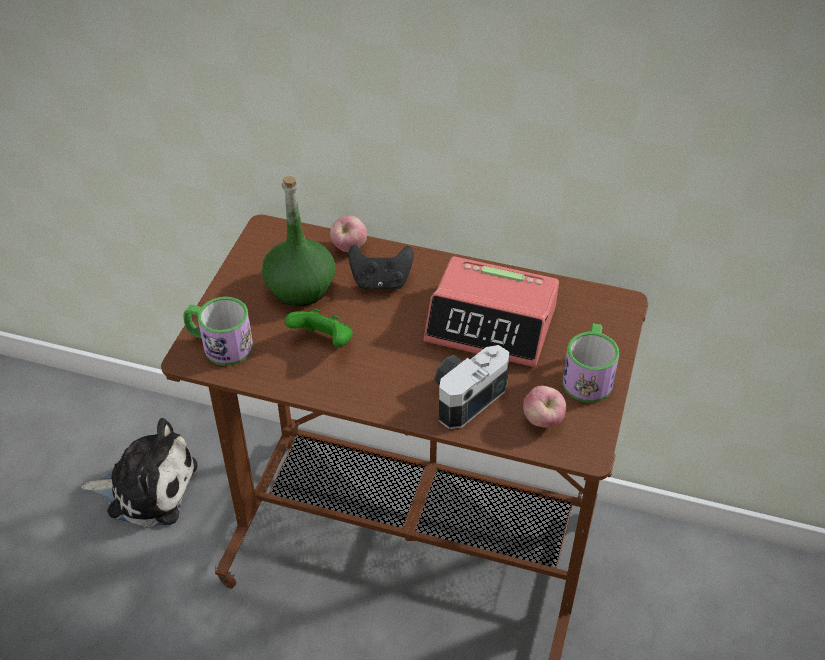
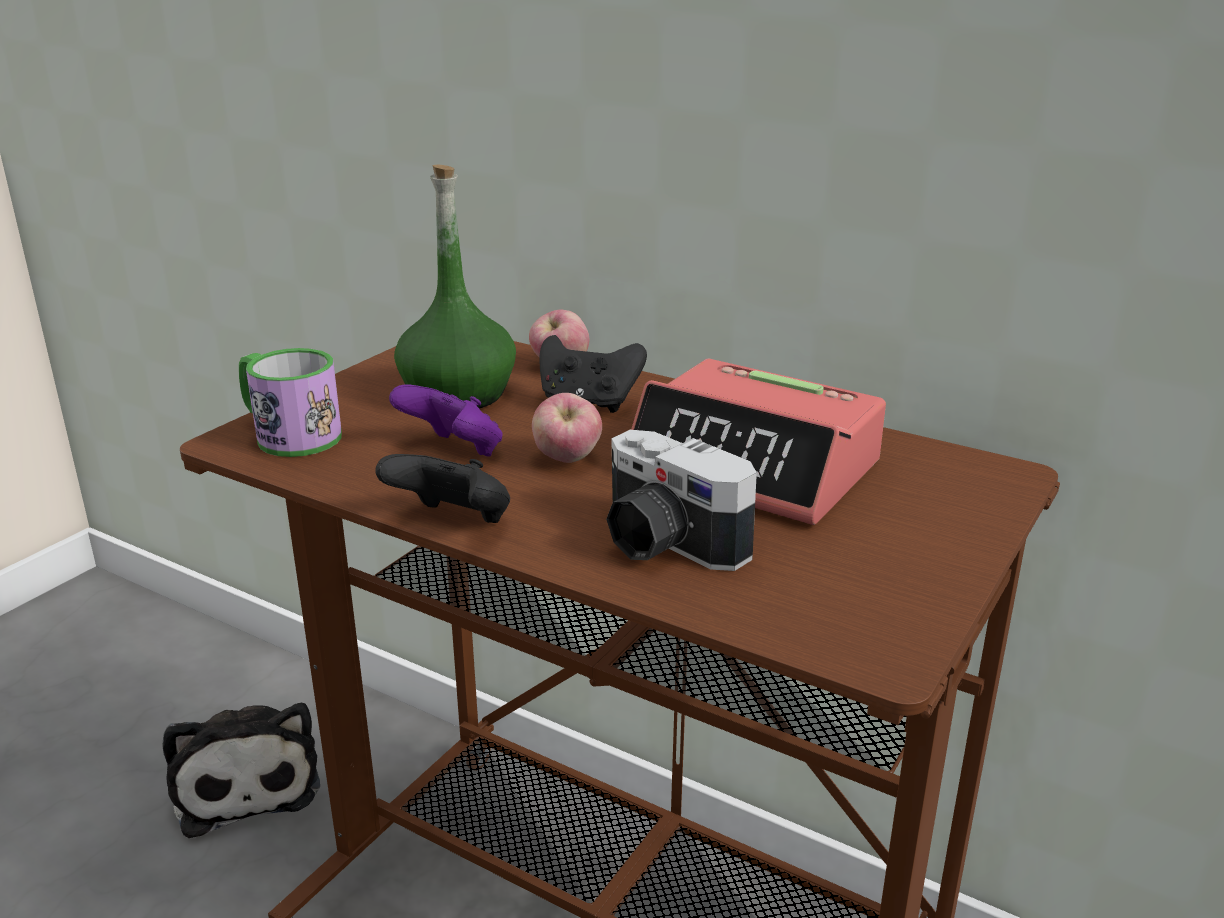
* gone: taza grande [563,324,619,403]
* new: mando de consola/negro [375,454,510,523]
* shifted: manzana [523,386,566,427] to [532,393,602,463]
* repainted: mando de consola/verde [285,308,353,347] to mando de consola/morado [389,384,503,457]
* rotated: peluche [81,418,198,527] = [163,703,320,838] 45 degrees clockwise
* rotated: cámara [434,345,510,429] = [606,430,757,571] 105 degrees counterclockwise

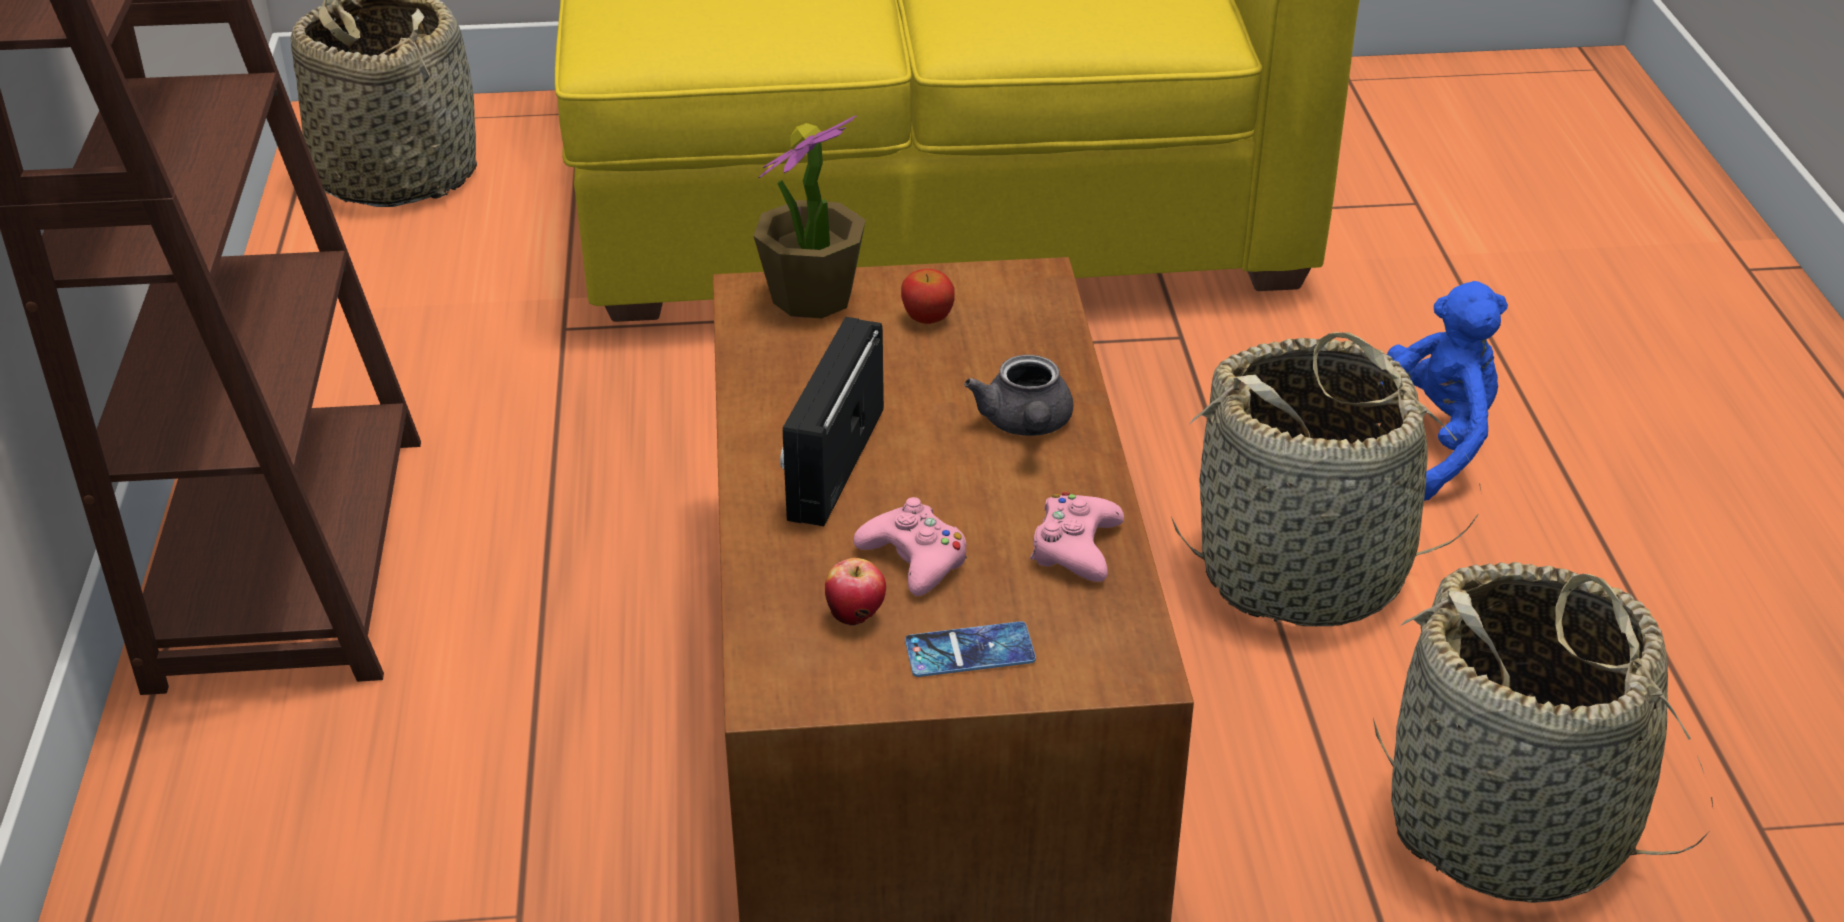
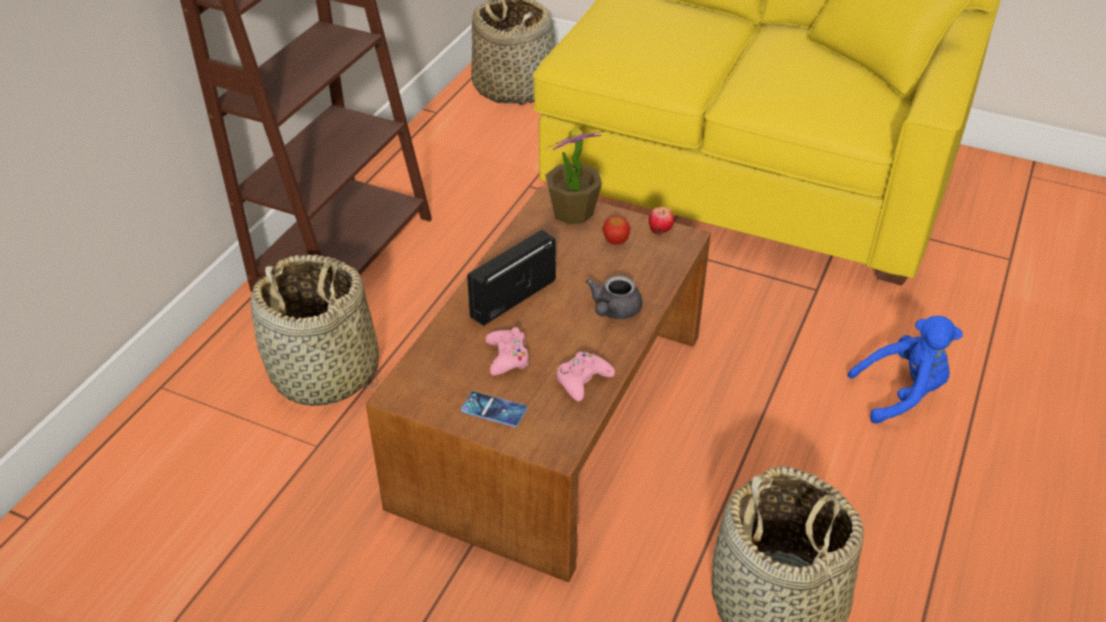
* shifted: manzana [825,558,886,626] to [649,207,674,235]
* shifted: cesta [1171,332,1481,627] to [251,255,379,406]

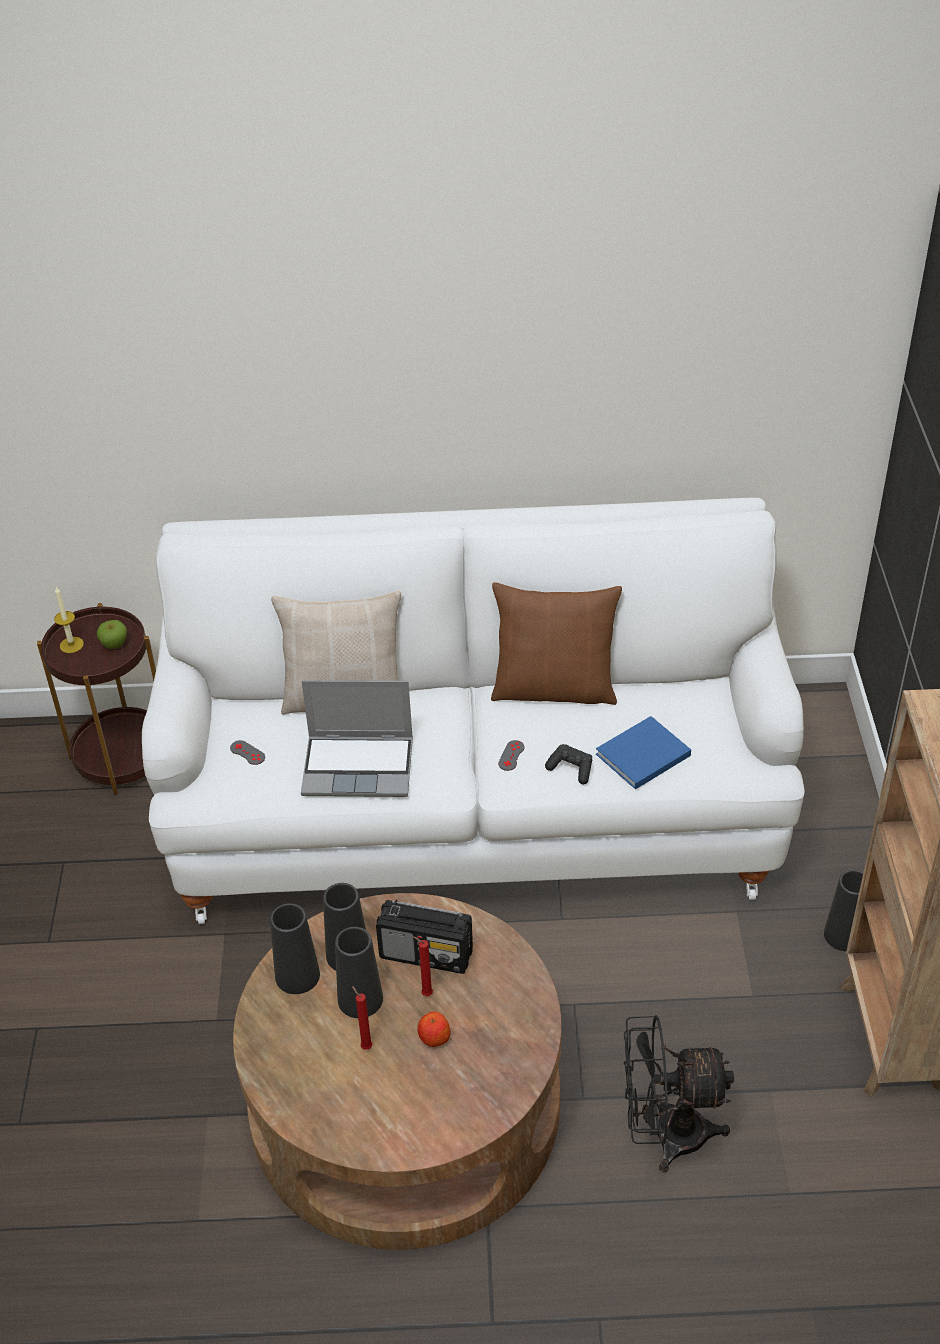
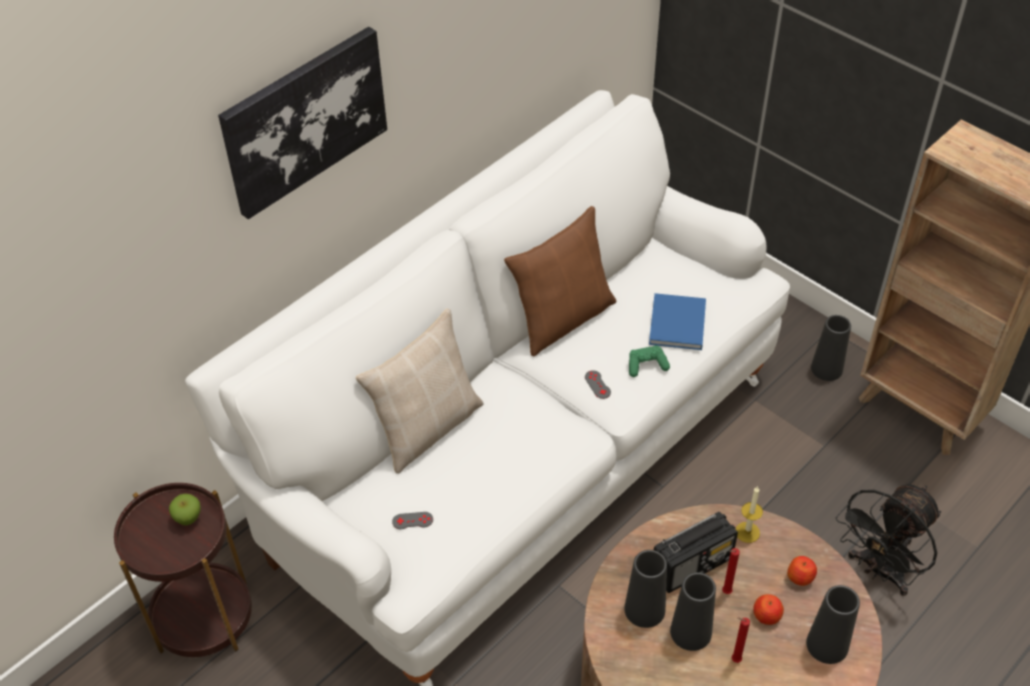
* gone: portátil [301,680,413,797]
* new: cuadro [218,27,387,219]
* new: manzana [787,556,817,586]
* shifted: vela [54,587,84,653] to [736,486,763,543]
* shifted: florero/negro [270,903,320,994] to [806,585,860,664]
* repainted: mando de consola/negro [545,744,592,784] to mando de consola/verde [629,345,670,377]

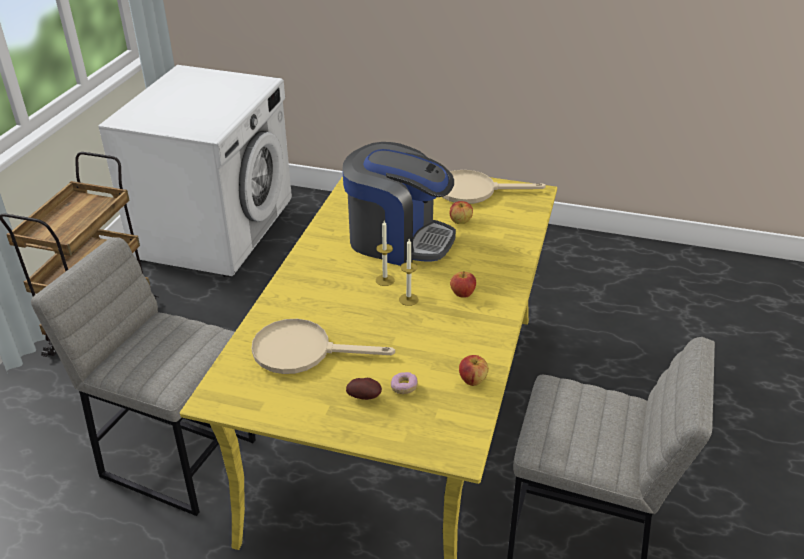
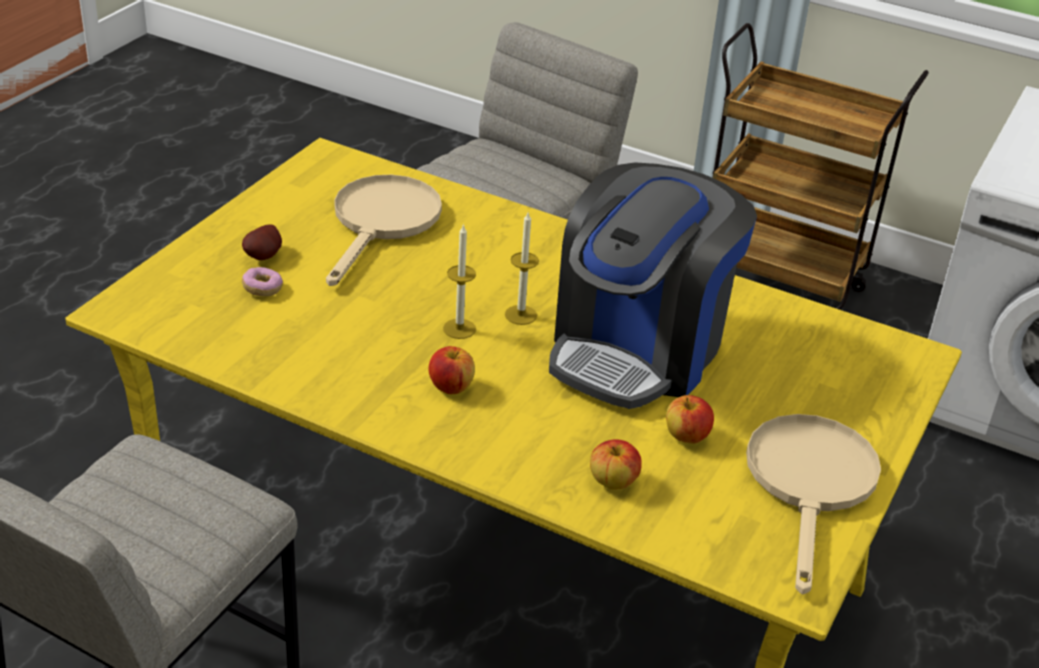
* shifted: manzana [459,355,489,386] to [590,439,642,490]

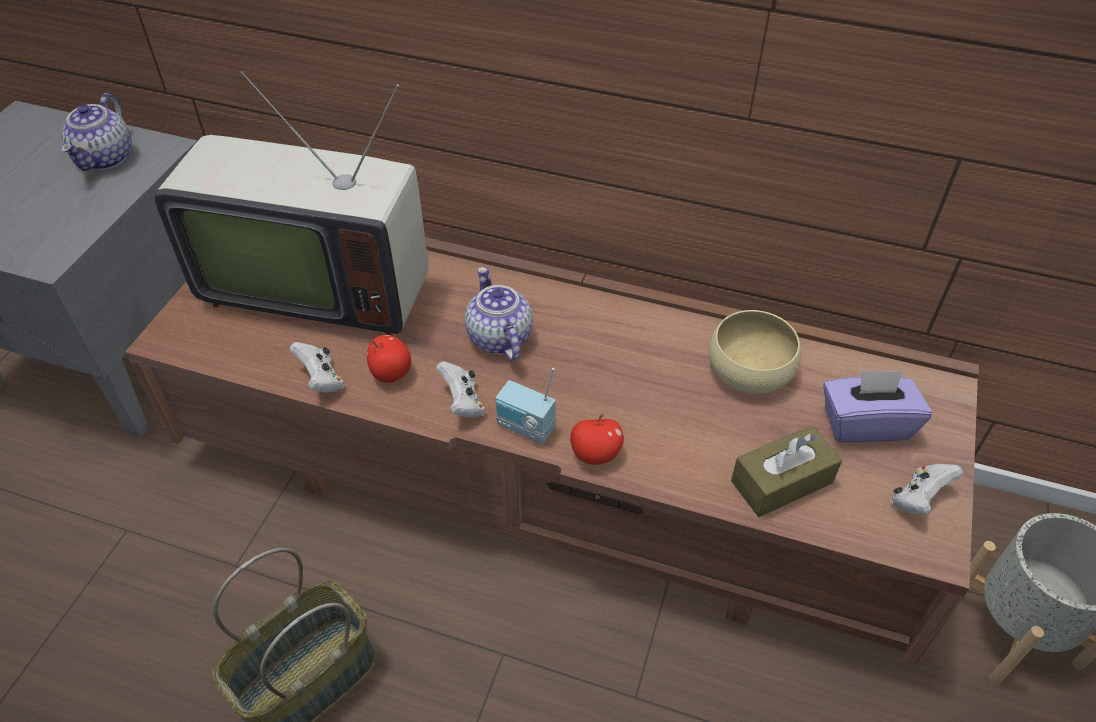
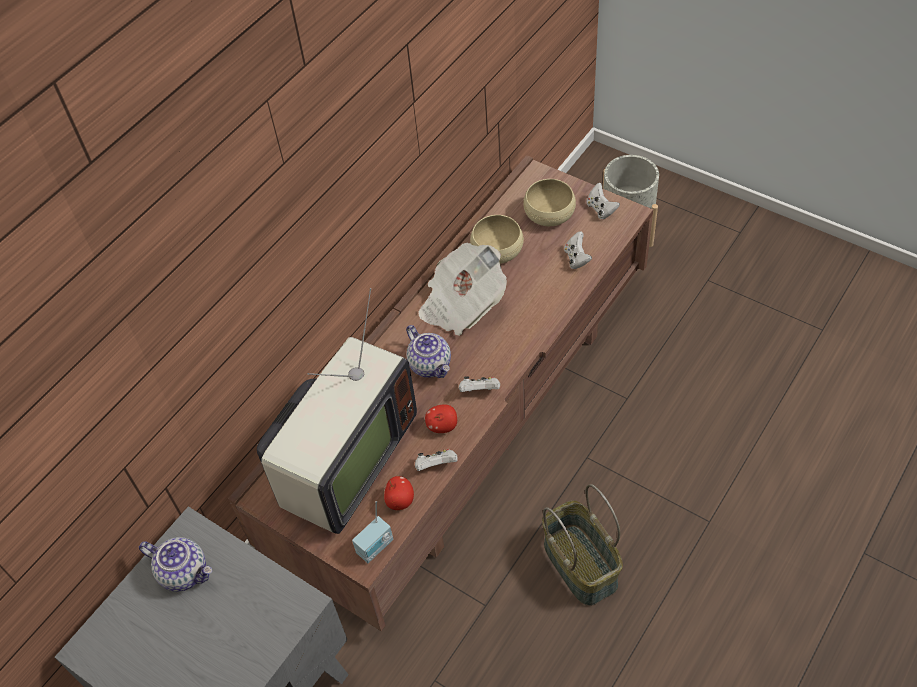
* new: periódico [418,243,507,336]
* shifted: radio [495,368,556,444] to [352,501,393,563]
* shifted: manzana [570,414,624,465] to [384,476,414,510]
* swapped: caja de pañuelos/marrón [731,425,842,517] to mando de consola/blanco [564,231,592,269]
* swapped: caja de pañuelos/morado [823,370,932,443] to cuenco/beis [523,179,576,226]
* rotated: tetera [465,267,533,361] = [406,325,451,378] 120 degrees counterclockwise

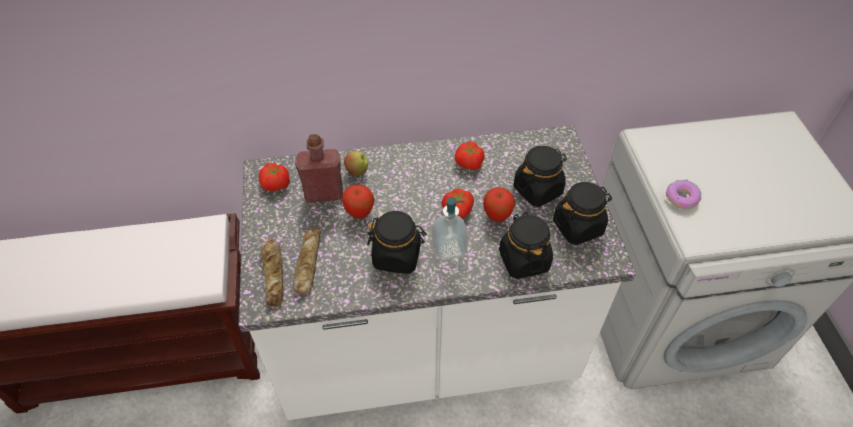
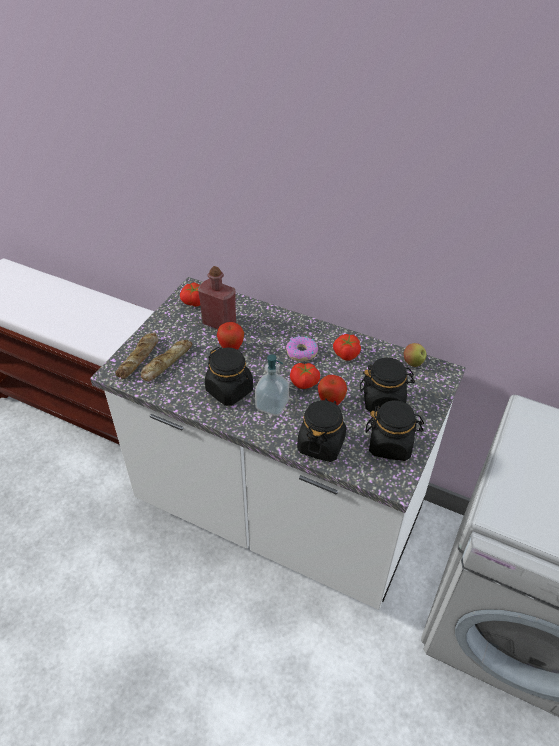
* shifted: manzana [344,151,368,176] to [404,343,427,367]
* shifted: rosquilla [666,179,701,209] to [286,336,318,361]

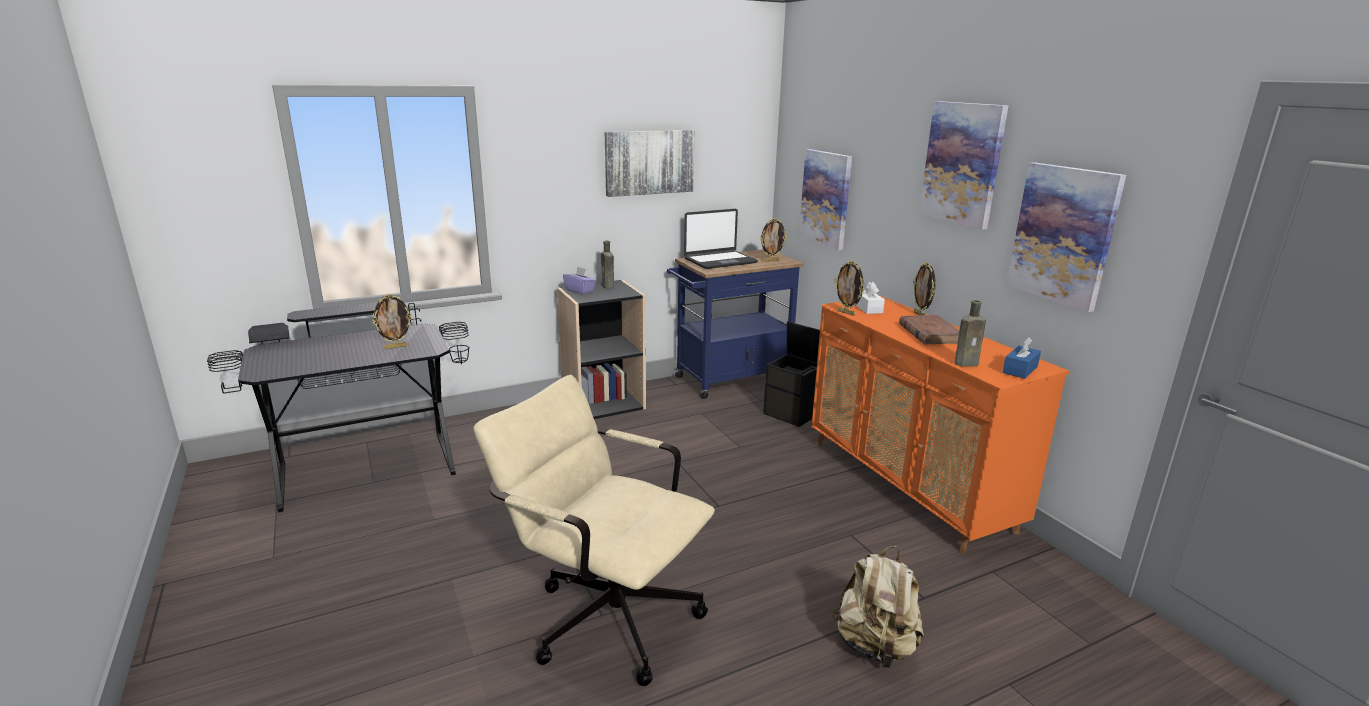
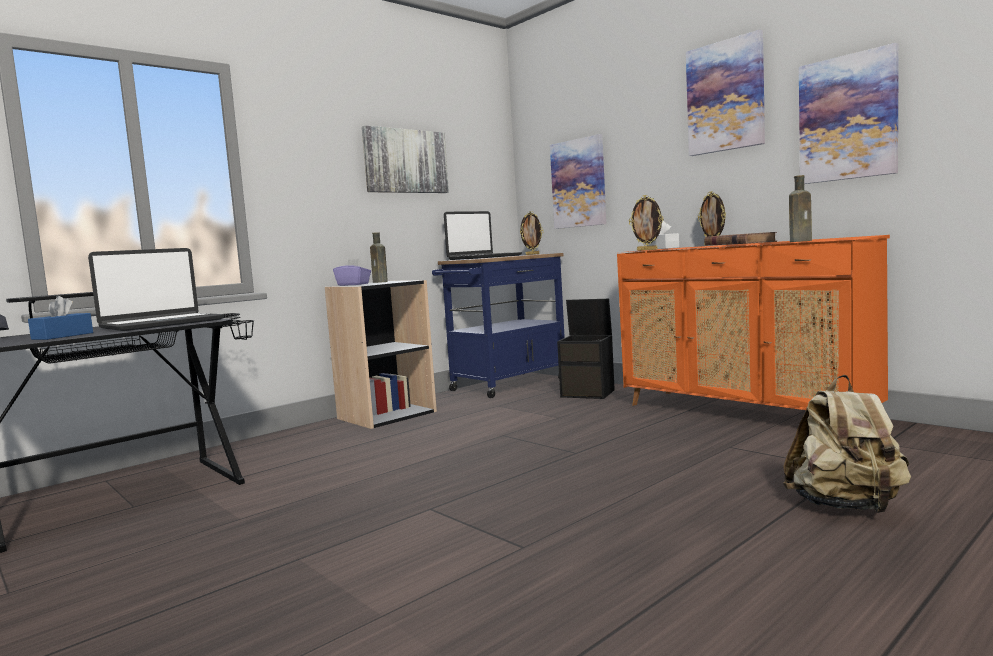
* gone: silla de oficina/beis [473,375,715,686]
* shifted: caja de pañuelos/azul [1002,338,1041,379] to [28,296,93,340]
* swapped: portarretratos [372,294,412,349] to portátil [88,248,224,331]

